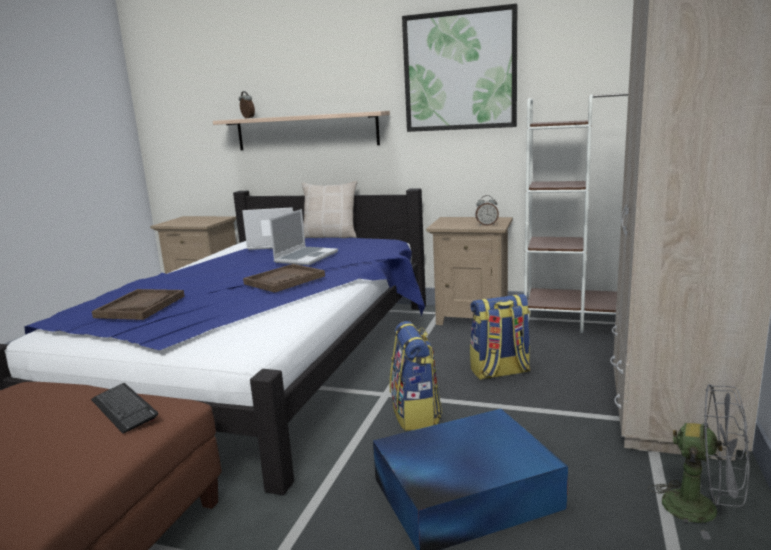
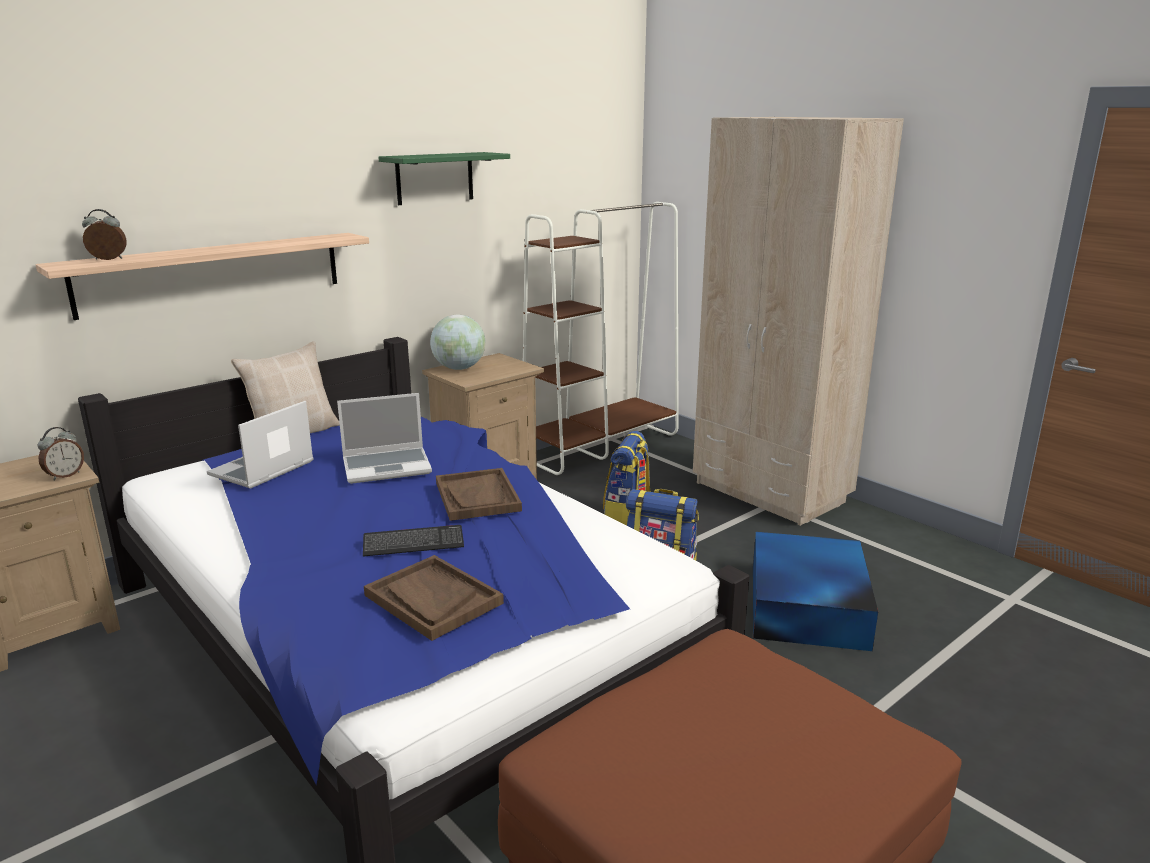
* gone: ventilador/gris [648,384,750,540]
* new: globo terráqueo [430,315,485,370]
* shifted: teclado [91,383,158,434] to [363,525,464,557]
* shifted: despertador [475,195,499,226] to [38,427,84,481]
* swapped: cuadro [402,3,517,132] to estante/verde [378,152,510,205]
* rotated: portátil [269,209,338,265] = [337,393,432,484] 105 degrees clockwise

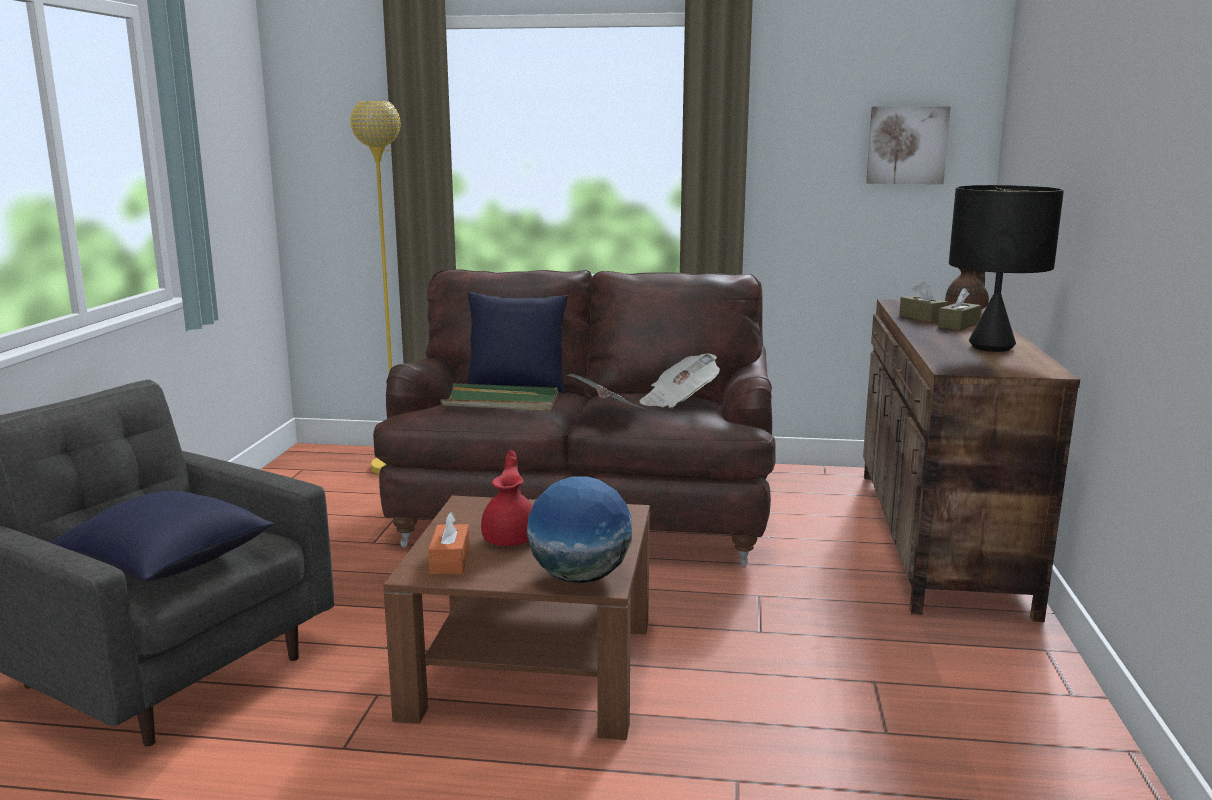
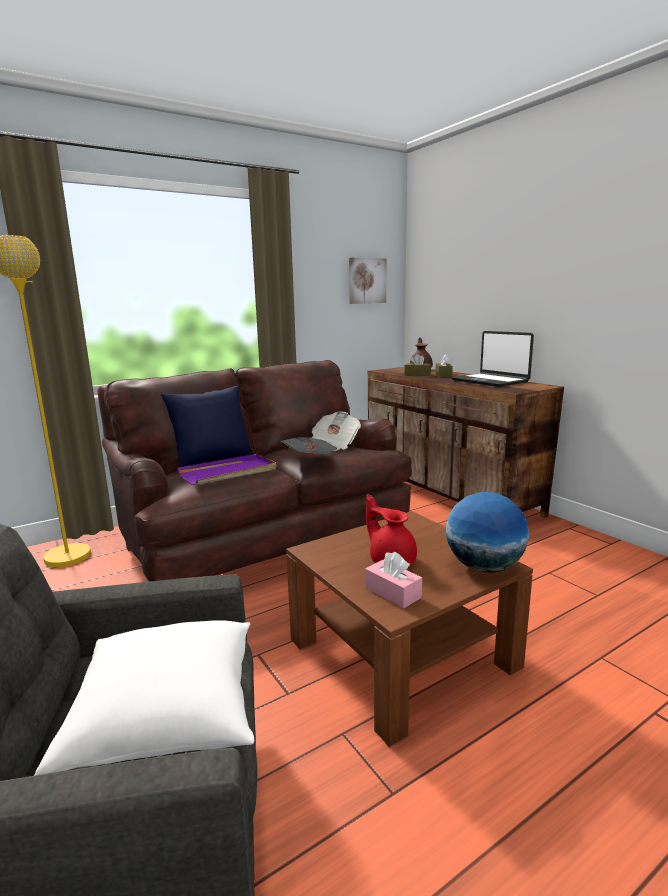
* swapped: lámpara de mesa/negro [949,185,1064,352] to portátil [452,331,534,387]
* repainted: cojín/azul [49,491,274,581] to cojín/blanco [34,620,254,776]
* repainted: caja de pañuelos/naranja [428,512,470,575] to caja de pañuelos/rosa [365,552,422,609]
* repainted: bandeja/verde [440,383,558,411] to bandeja/morado [177,454,276,485]

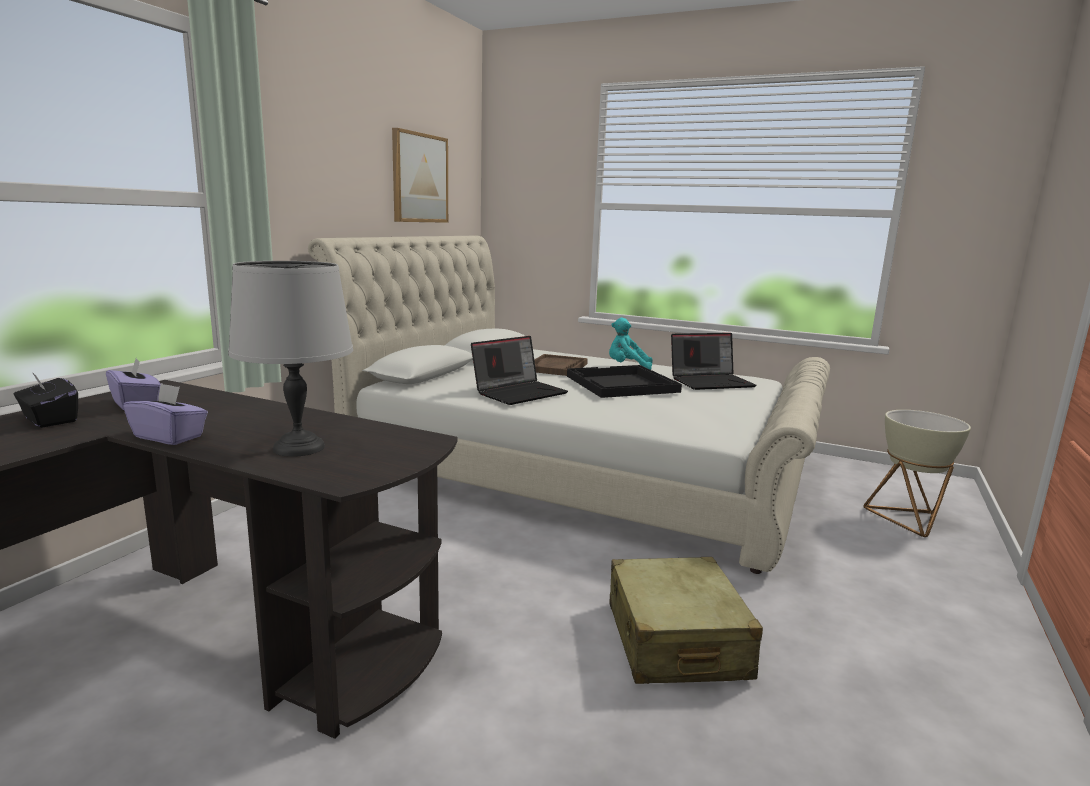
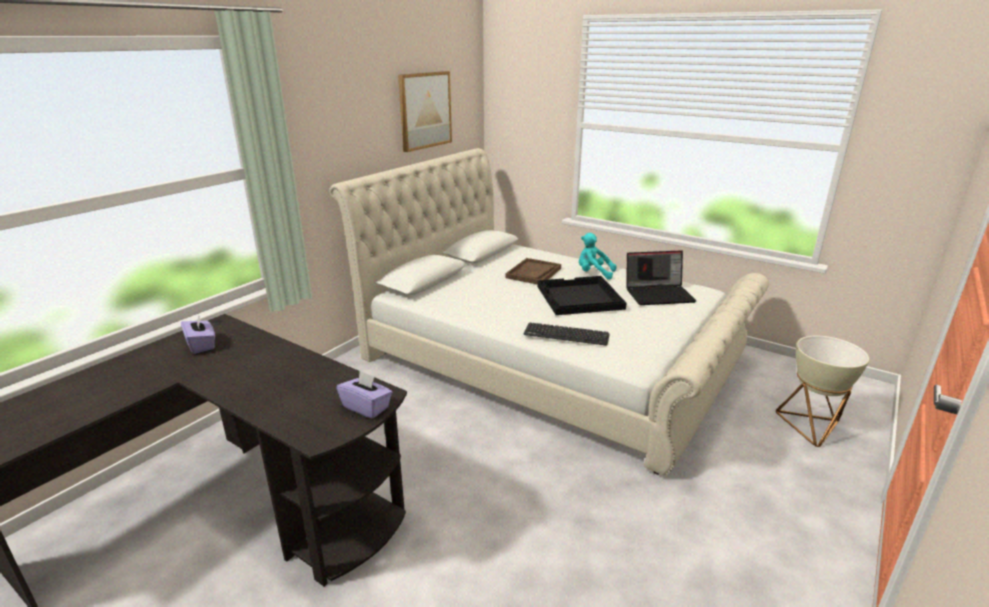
* gone: caja de pañuelos/negro [14,371,78,428]
* gone: lámpara de mesa/gris [228,261,353,457]
* gone: portátil [471,336,568,405]
* gone: maleta/beis [609,557,763,684]
* new: teclado [524,323,610,346]
* shifted: caja de pañuelos/morado [123,383,208,445] to [336,371,392,419]

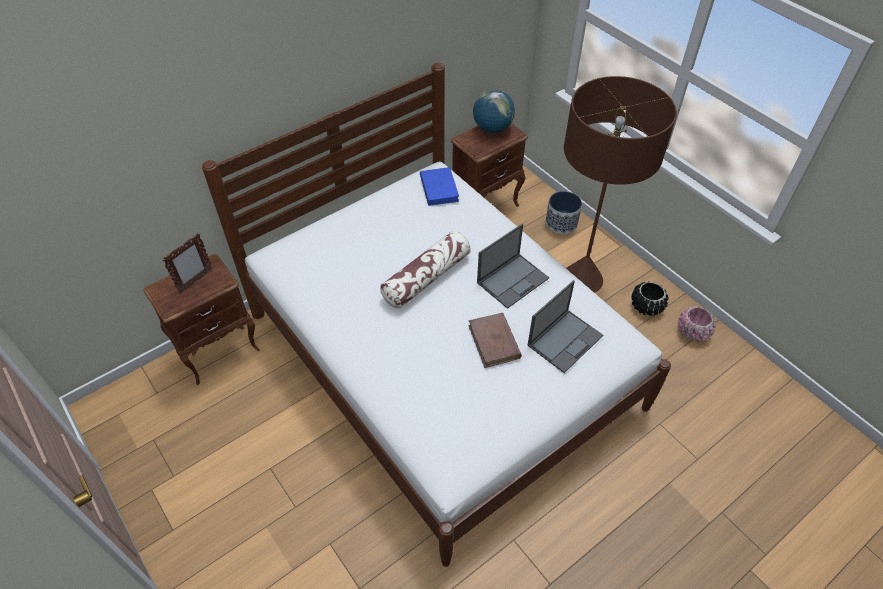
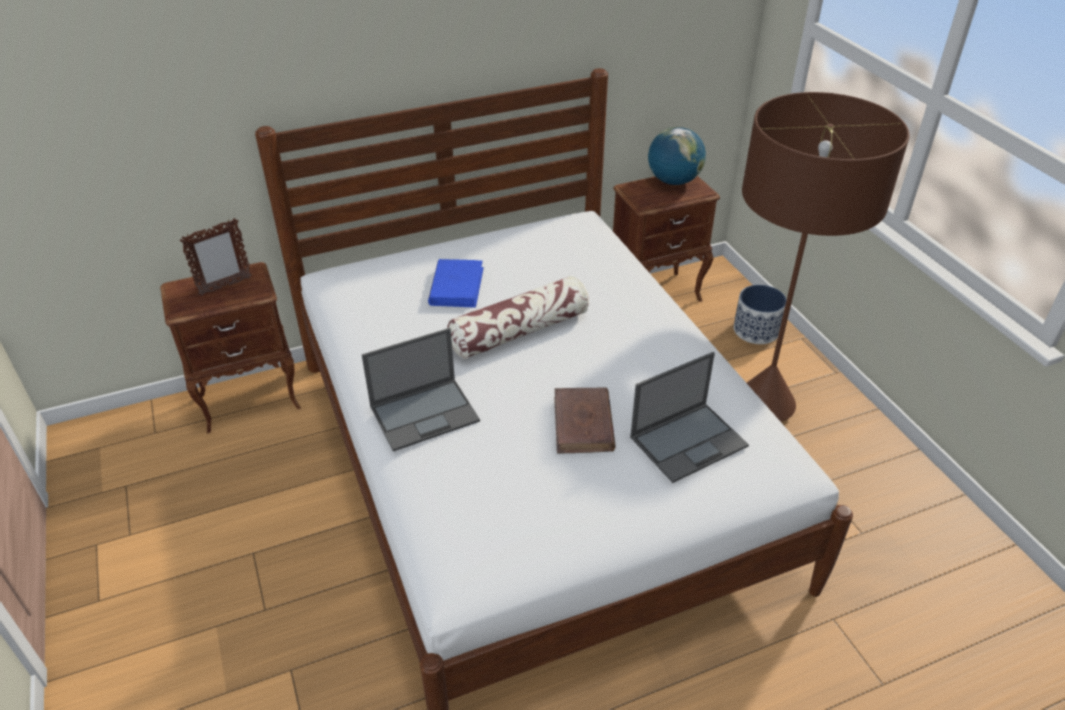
* gone: maceta/negro [631,281,668,316]
* gone: maceta/rosa [678,306,716,342]
* shifted: libro/azul [420,167,459,206] to [428,259,484,307]
* shifted: portátil [477,224,549,309] to [362,328,480,451]

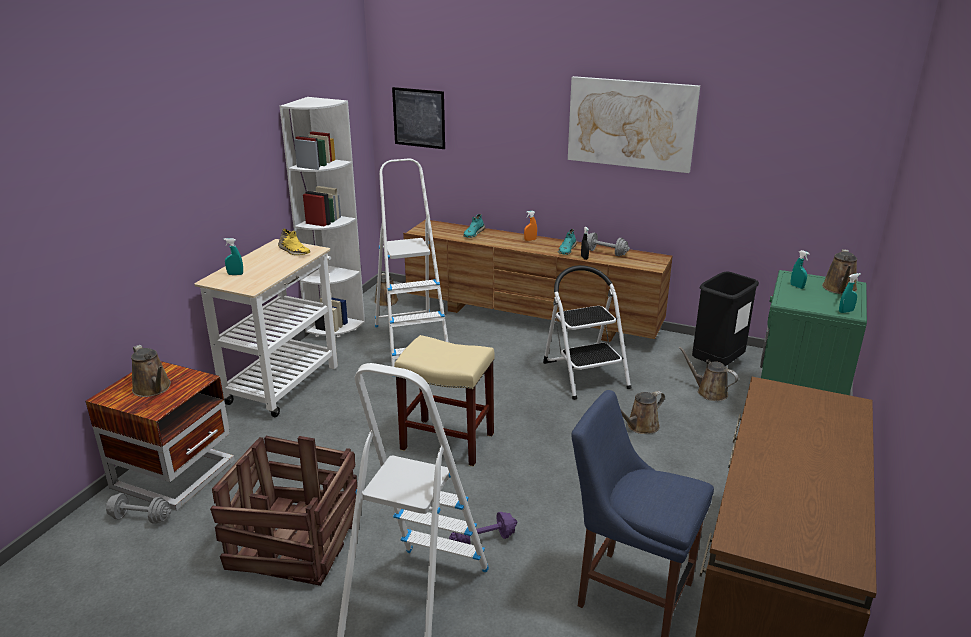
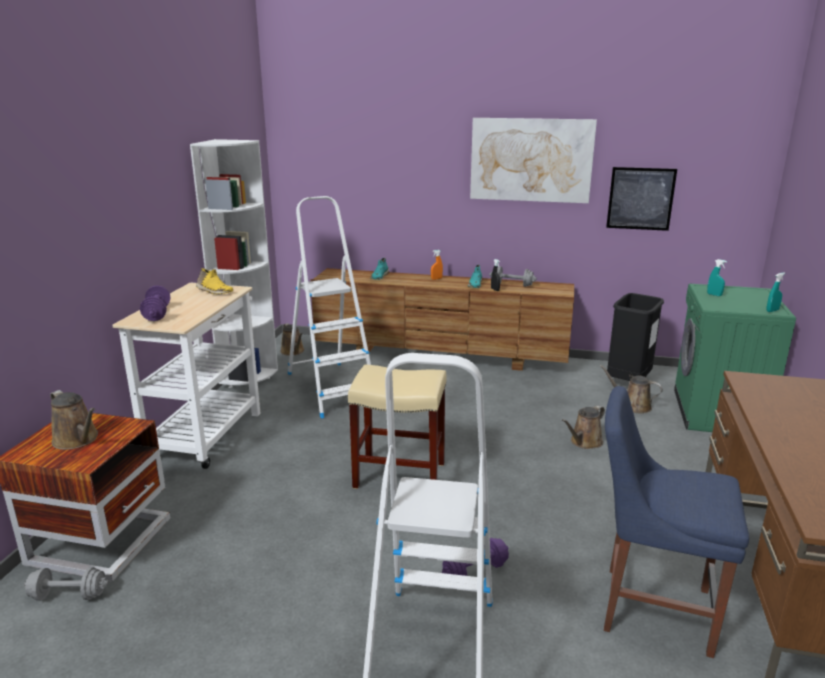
* gone: caja de embalaje [210,436,357,586]
* gone: escalera de tijera [543,265,632,400]
* gone: regadera/marrón [822,249,857,294]
* shifted: cuadro [392,87,445,149] to [606,167,677,231]
* swapped: pulverizador/turquesa [223,238,243,275] to mancuerna/morado [140,286,171,321]

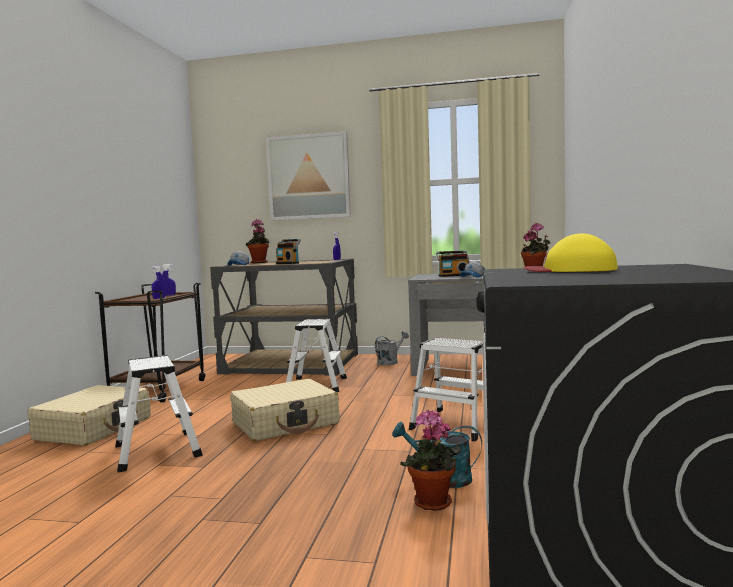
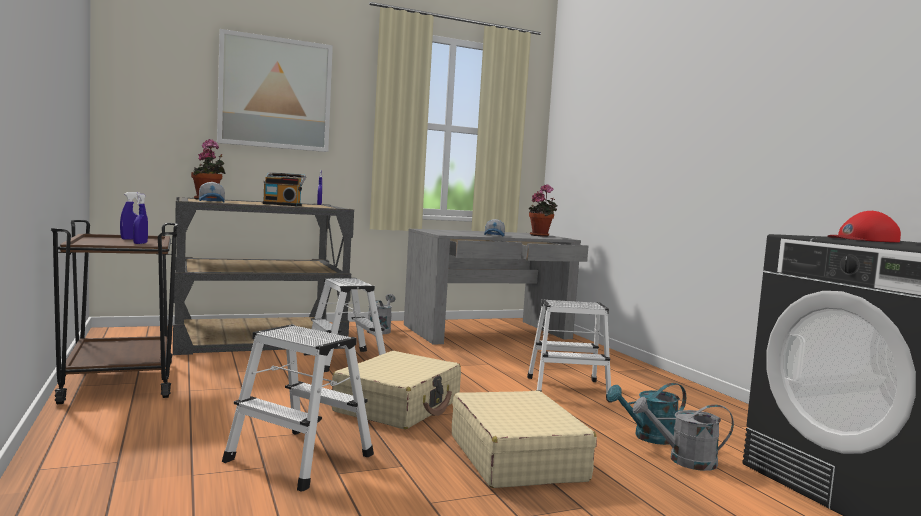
* gone: radio [436,250,469,277]
* shifted: maleta/beis [28,385,150,446] to [452,391,597,488]
* swapped: planta en maceta [400,410,460,510] to regadera/gris [633,397,734,471]
* repainted: gorra/amarillo [524,233,618,272] to gorra/rojo [827,211,901,243]

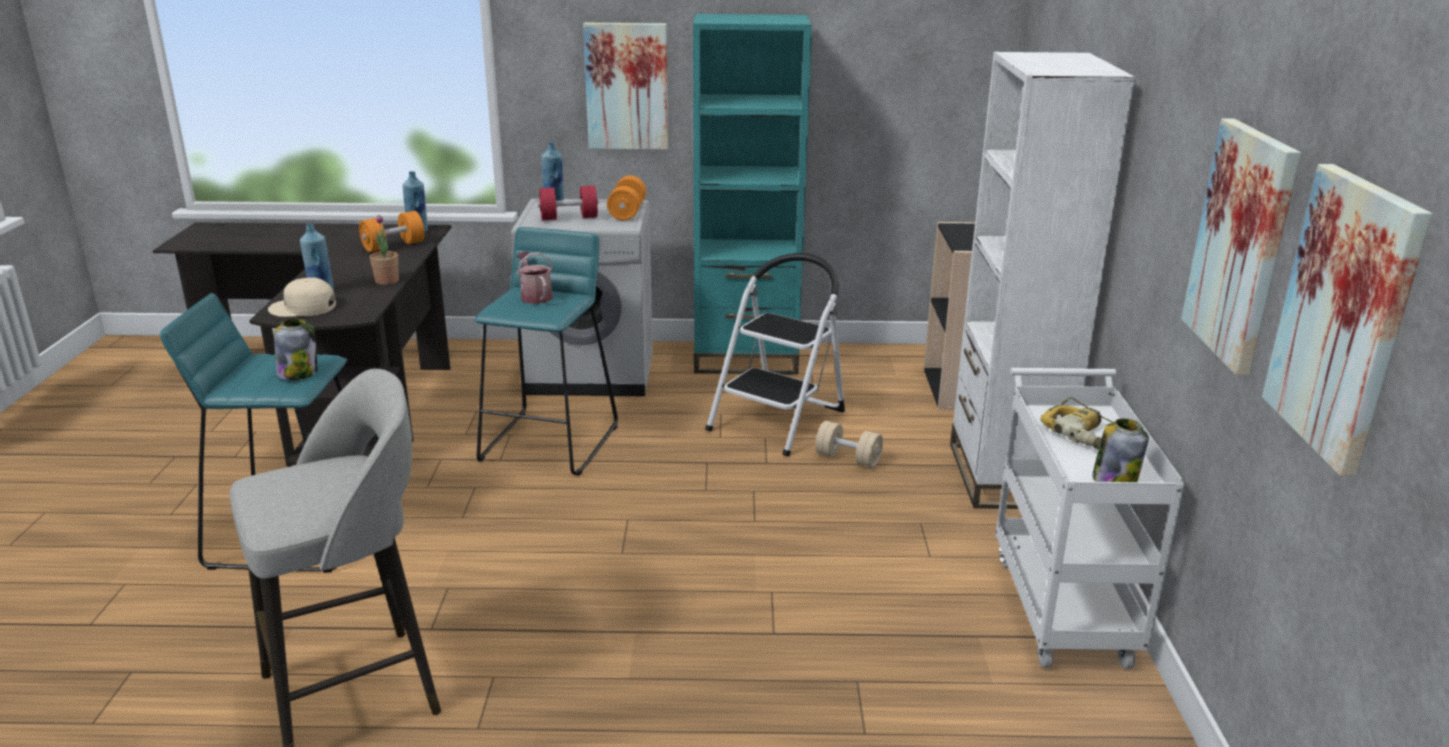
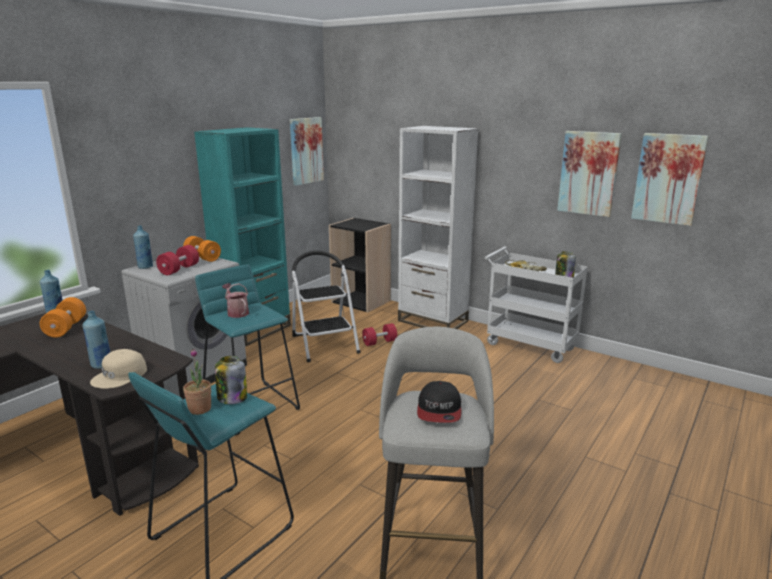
* new: gorra [417,381,461,423]
* shifted: planta en maceta [370,215,399,285] to [183,349,211,415]
* shifted: cuadro [583,23,668,149] to [290,117,324,186]
* repainted: mancuerna/beis [815,421,883,468] to mancuerna/rojo [362,323,397,346]
* rotated: regadera [516,251,553,304] = [222,283,249,318] 45 degrees clockwise

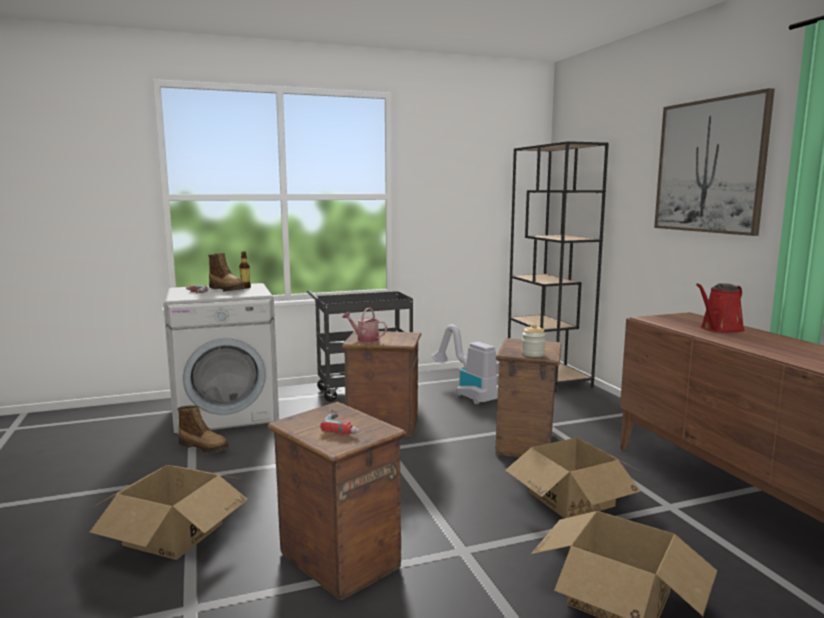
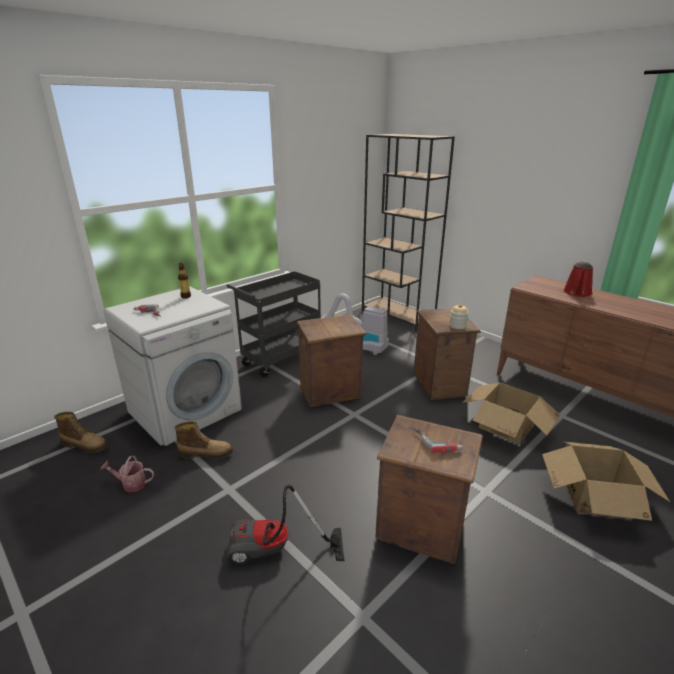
* gone: cuadro [654,88,775,236]
* shifted: bota [208,253,245,292] to [54,412,108,453]
* shifted: regadera [342,307,387,342] to [100,456,154,492]
* swapped: caja de cartón [89,465,248,560] to aspiradora [227,485,344,565]

